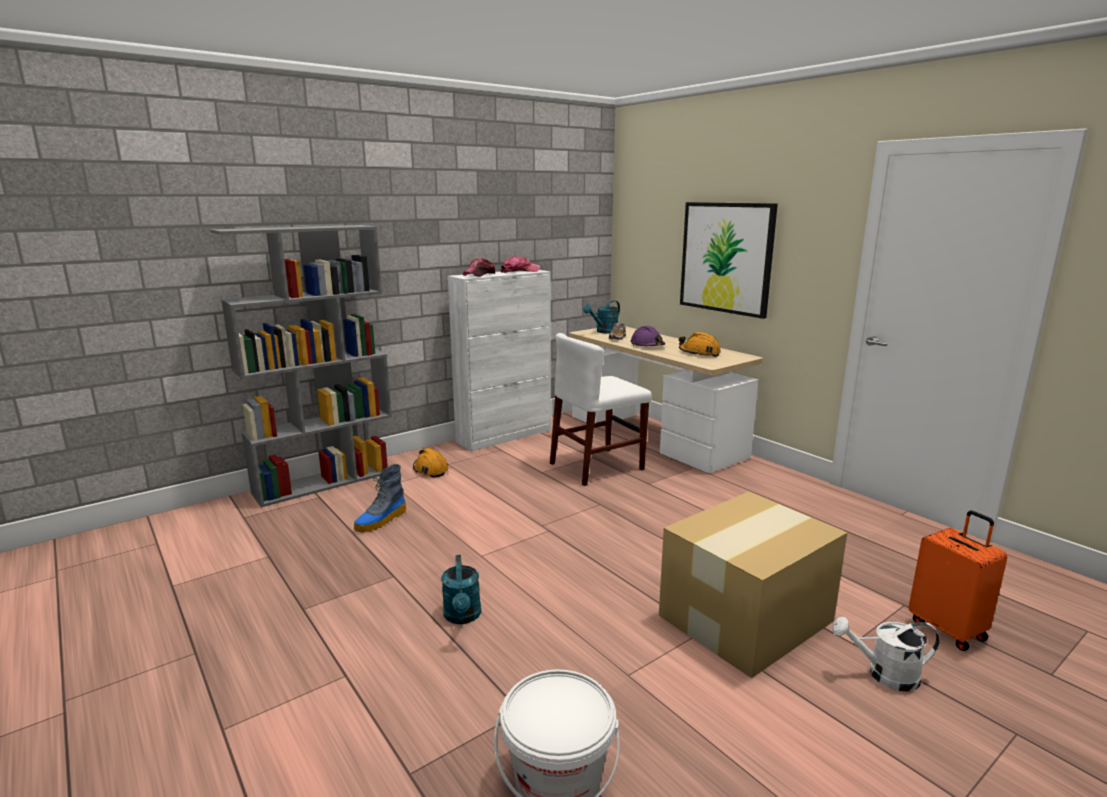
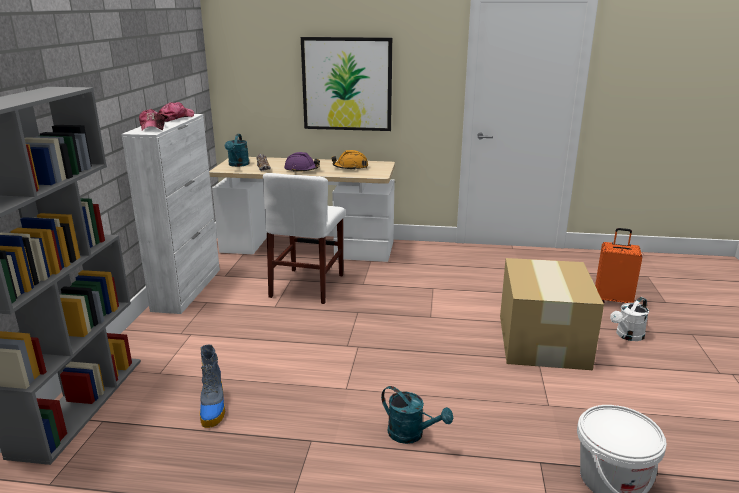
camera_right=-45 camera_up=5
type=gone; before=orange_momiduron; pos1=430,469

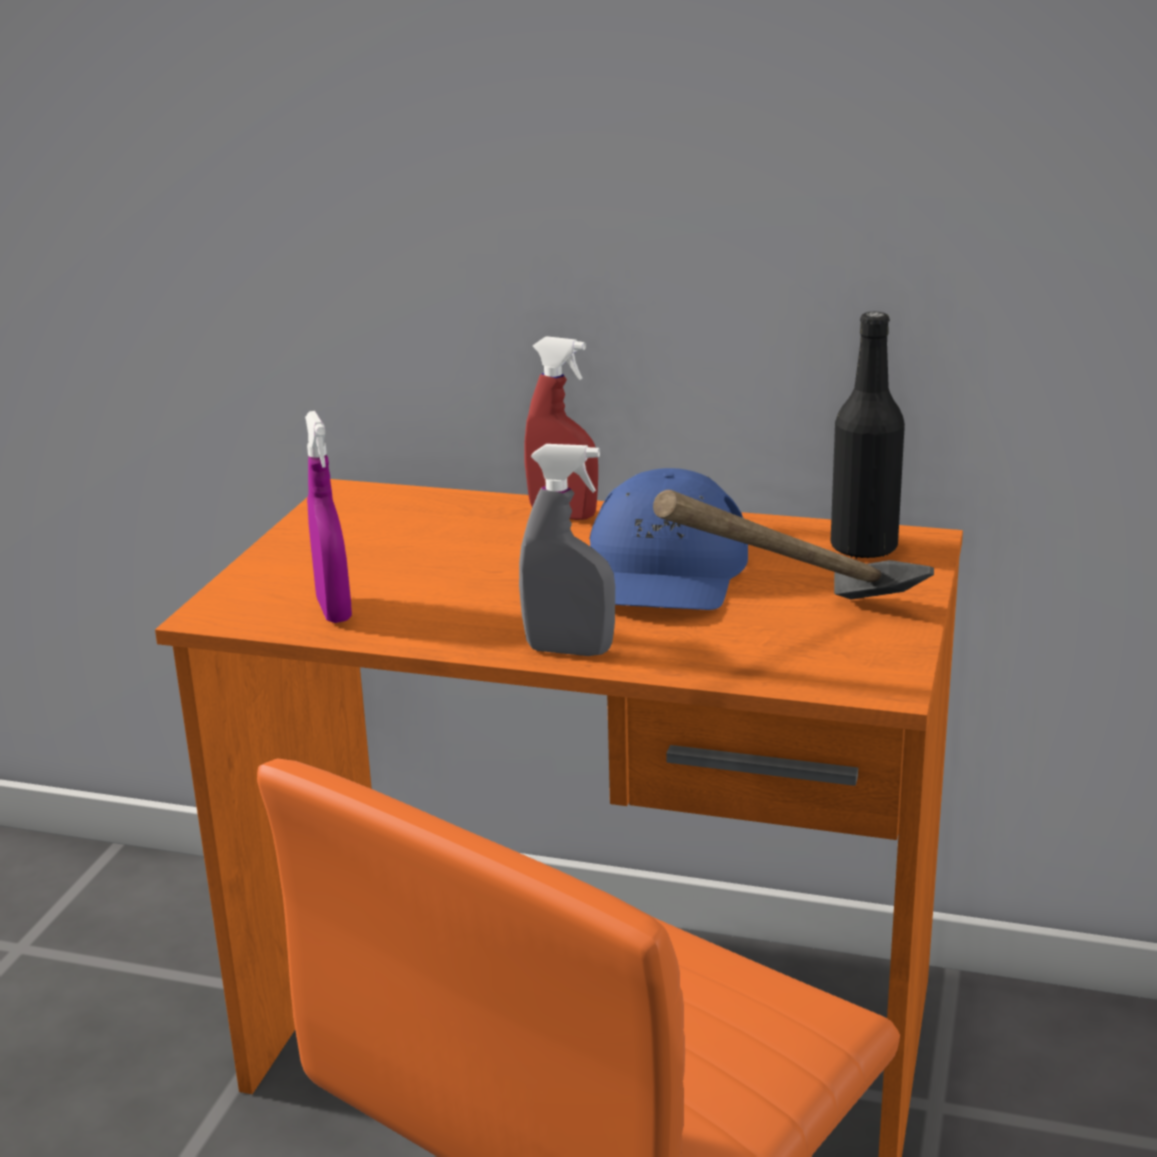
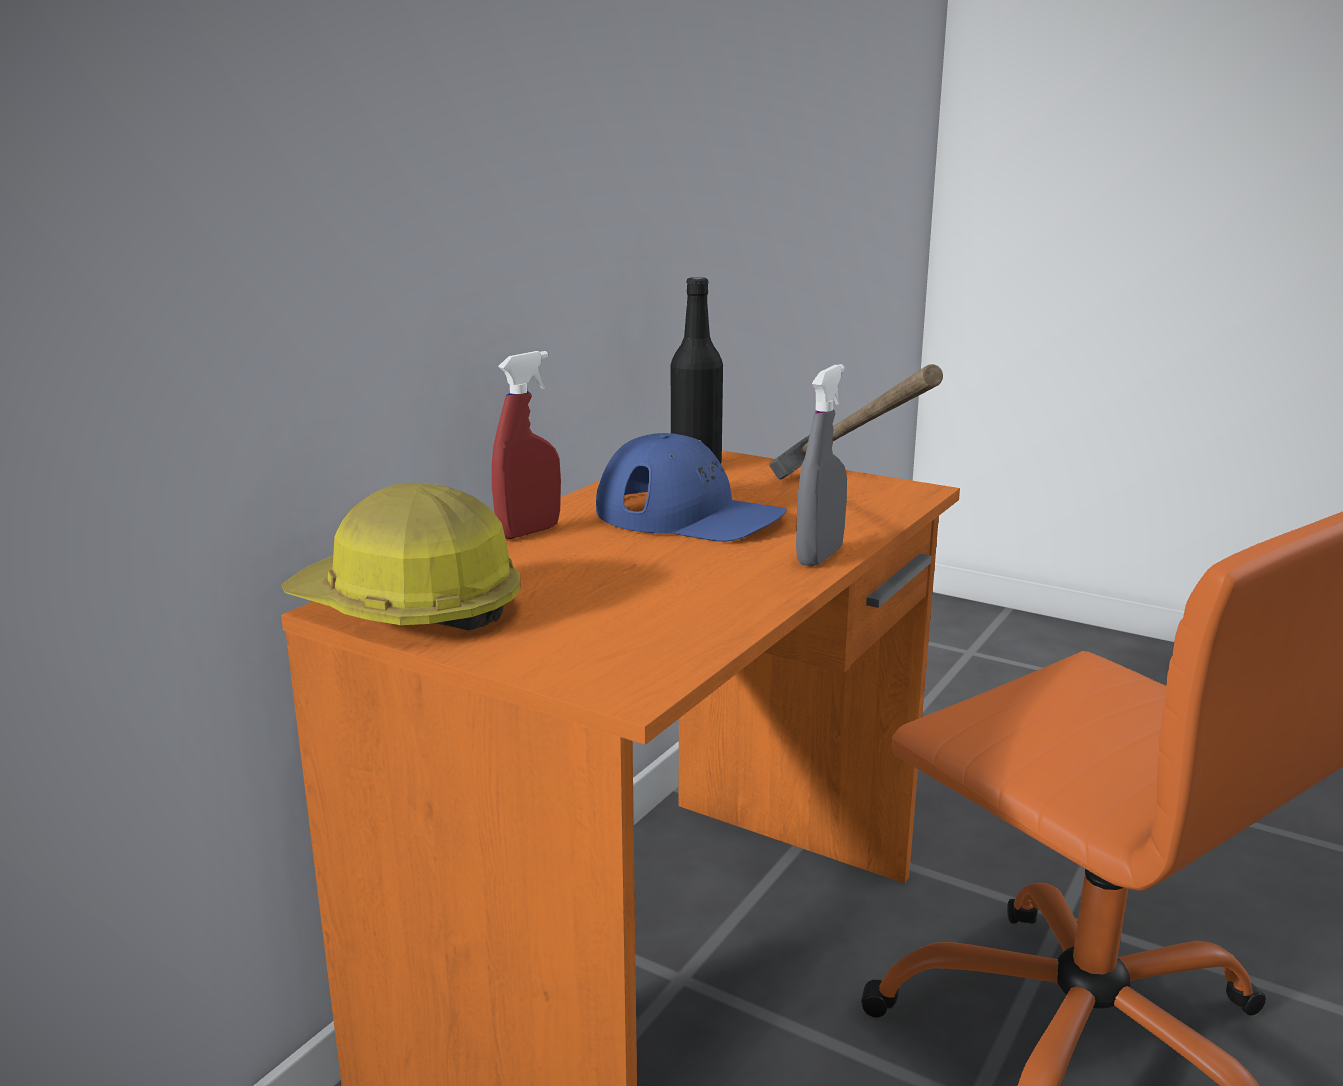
camera_right=-75 camera_up=-5
type=gone; before=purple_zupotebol; pos1=334,610
type=new; after=momiduron; pos2=408,608

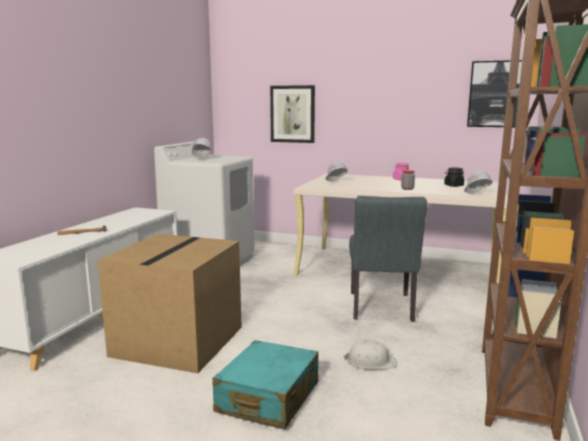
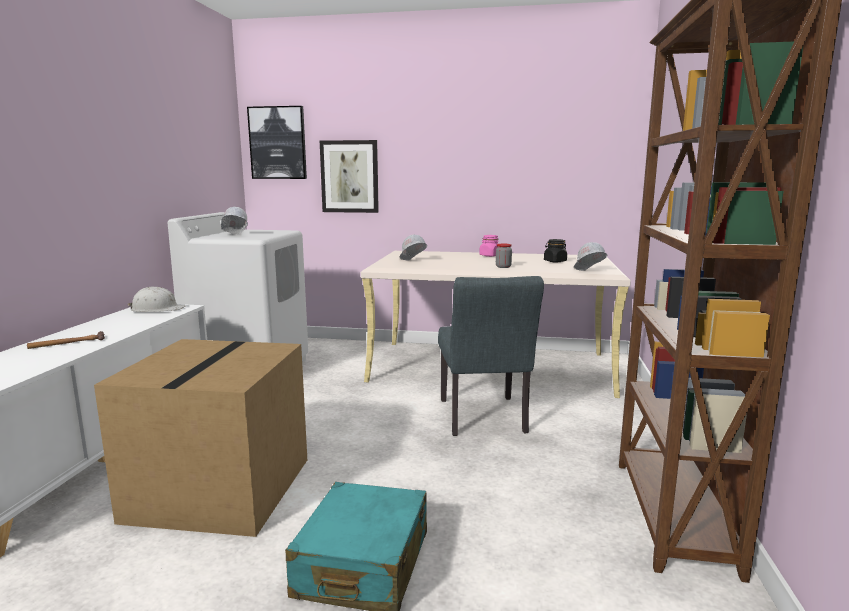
camera_right=-10 camera_up=0
type=shifted; before=white_momiduron; pos1=370,362; pos2=157,309
type=shifted; before=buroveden; pos1=497,94; pos2=278,143

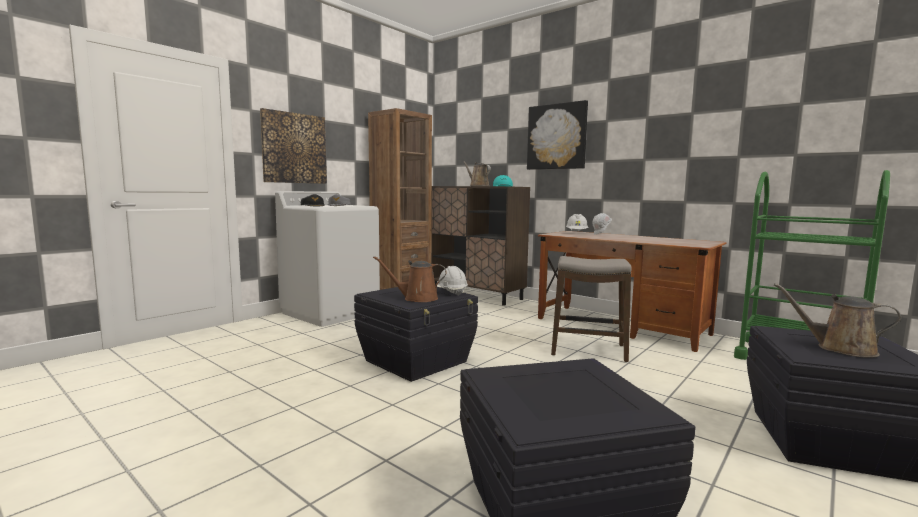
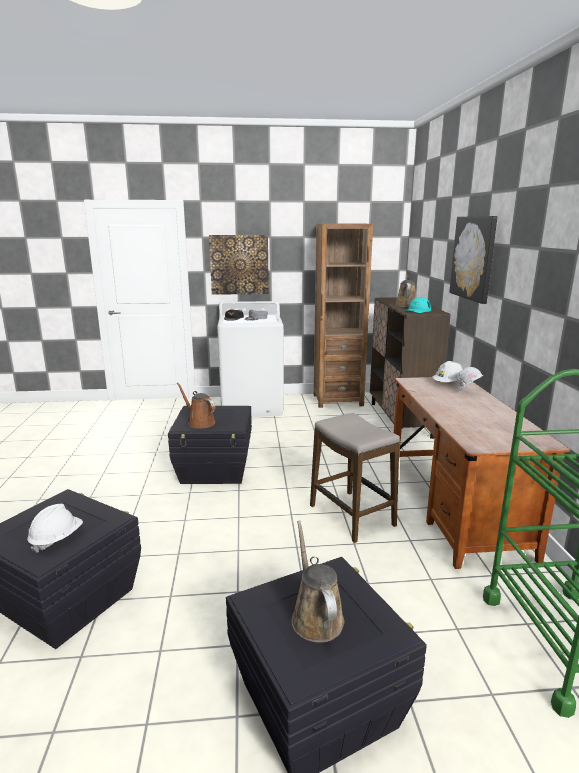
camera_right=45 camera_up=10
type=shifted; before=white_momiduron; pos1=451,292; pos2=56,539

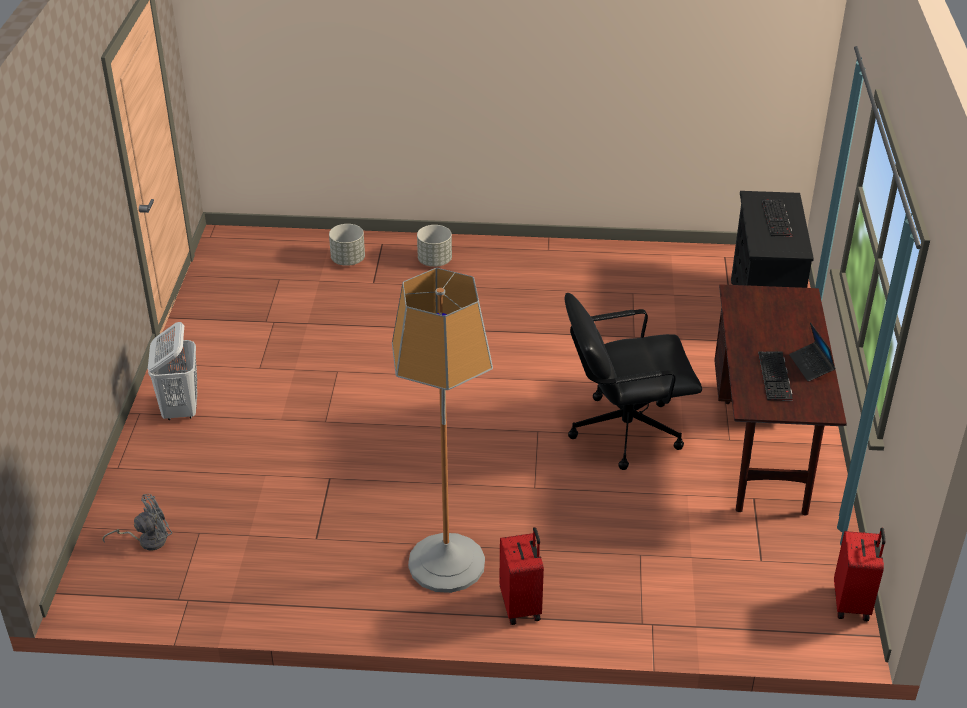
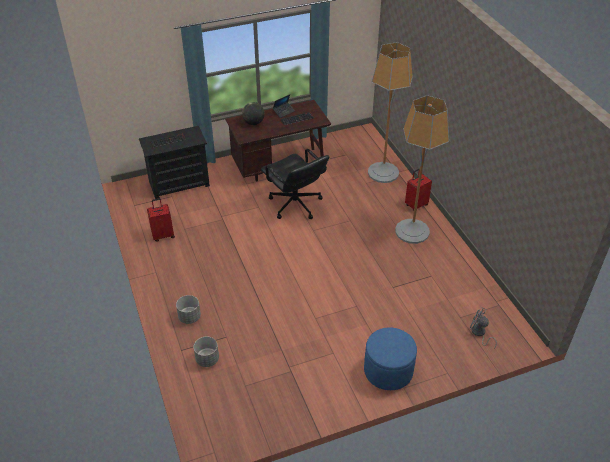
camera_right=-115 camera_up=5
type=swapped; before=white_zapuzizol; after=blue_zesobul; pos1=180,409; pos2=388,371
type=shifted; before=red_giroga; pos1=852,603; pos2=163,235
type=new; after=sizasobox; pos2=253,123
type=new; after=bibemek; pos2=383,173

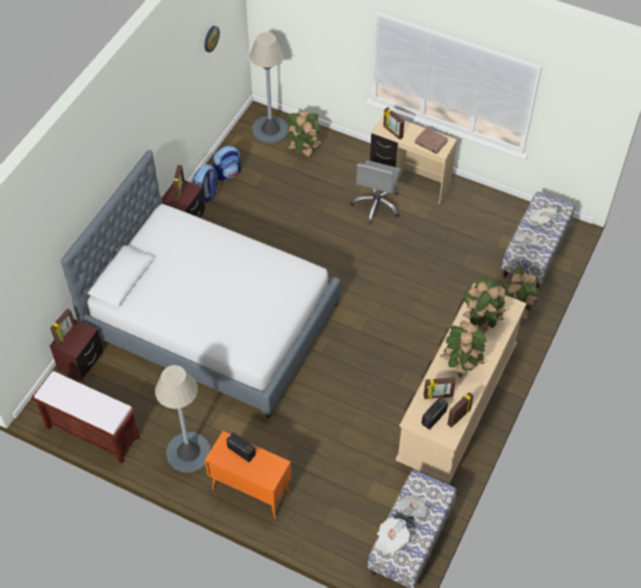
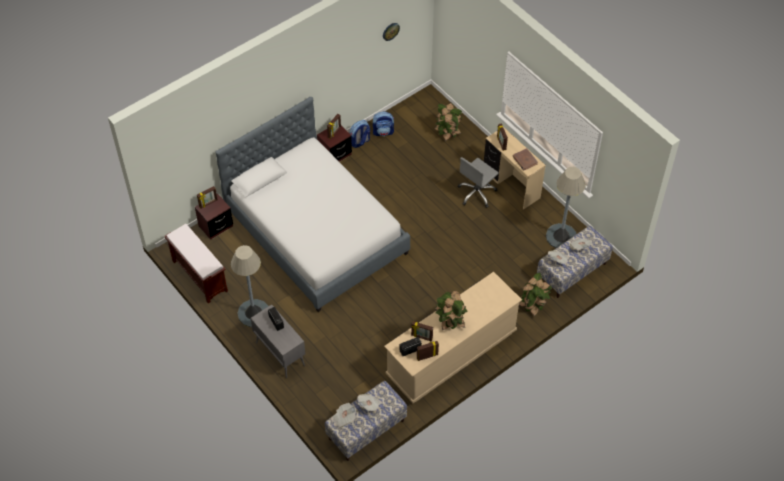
camera_right=25 camera_up=0
type=repainted; before=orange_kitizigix; after=grey_kitizigix; pos1=250,490; pos2=280,354
type=shifted; before=grey_bibemek; pos1=270,130; pos2=561,236
type=gone; before=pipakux; pos1=480,321

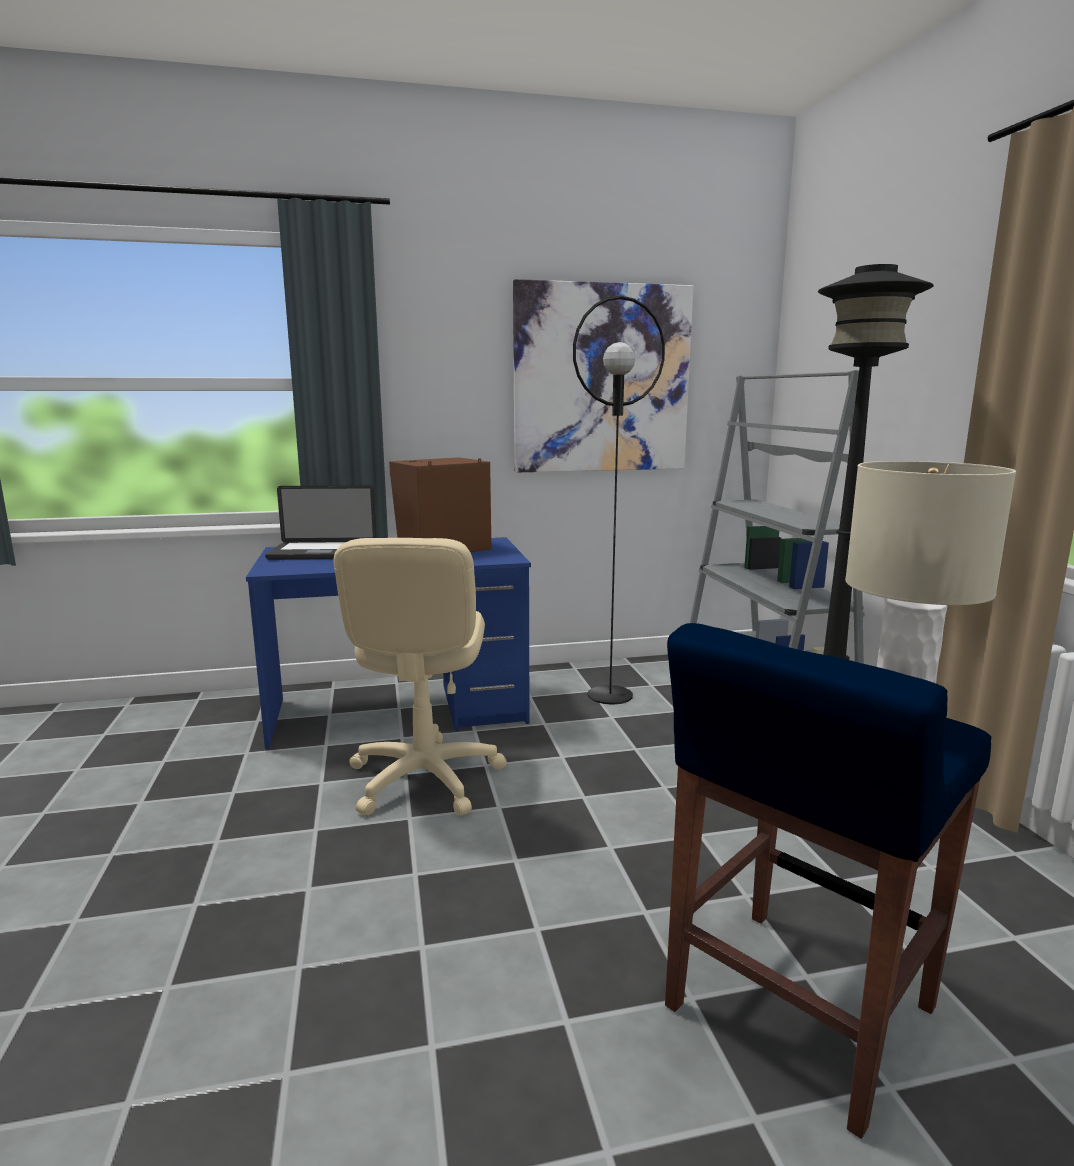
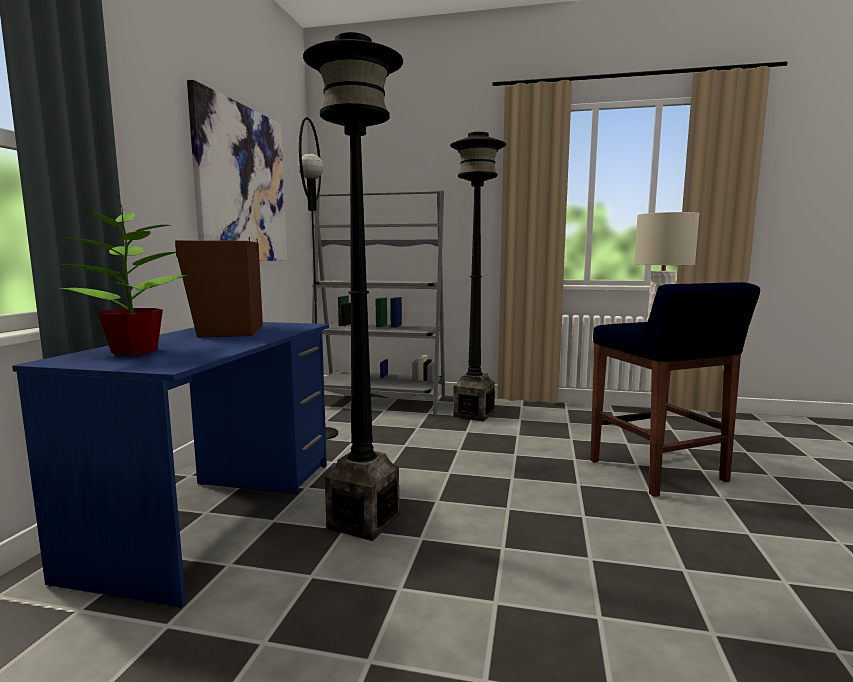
camera_right=-65 camera_up=-5
type=swapped; before=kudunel; after=pipakux; pos1=323,553; pos2=133,351
type=swapped; before=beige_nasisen; after=black_bibemek; pos1=424,778; pos2=364,522

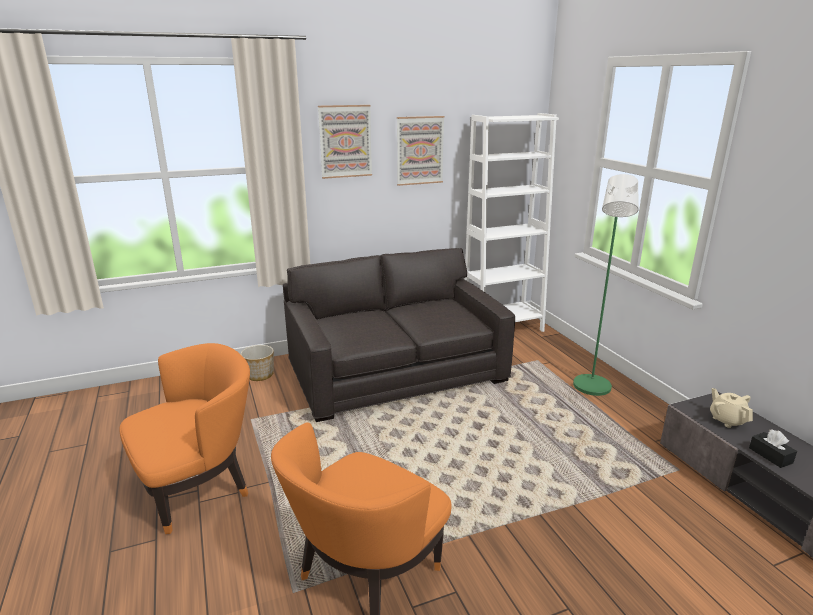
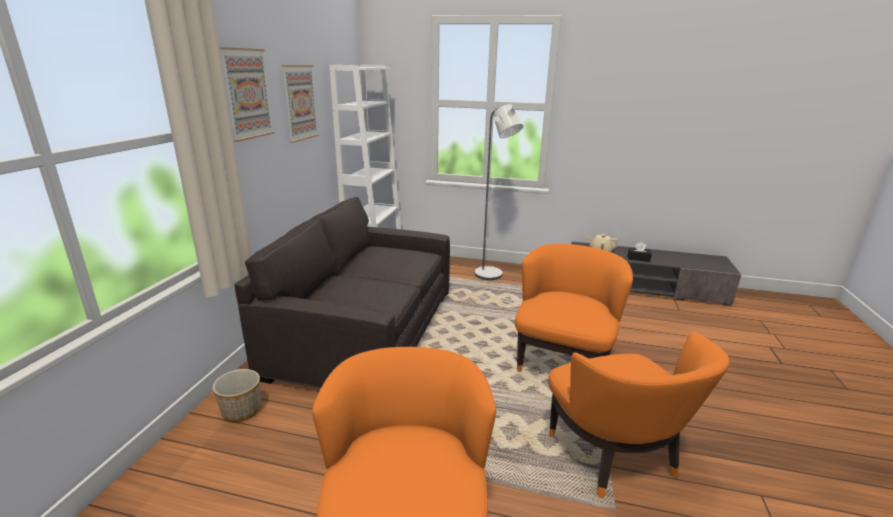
camera_right=-55 camera_up=0
type=repainted; before=green_bibemek; after=grey_bibemek; pos1=592,389; pos2=492,276
type=new; after=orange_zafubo; pos2=563,361

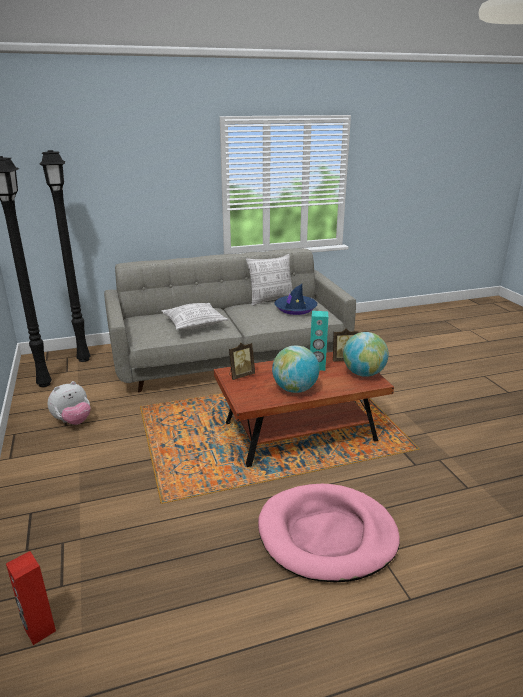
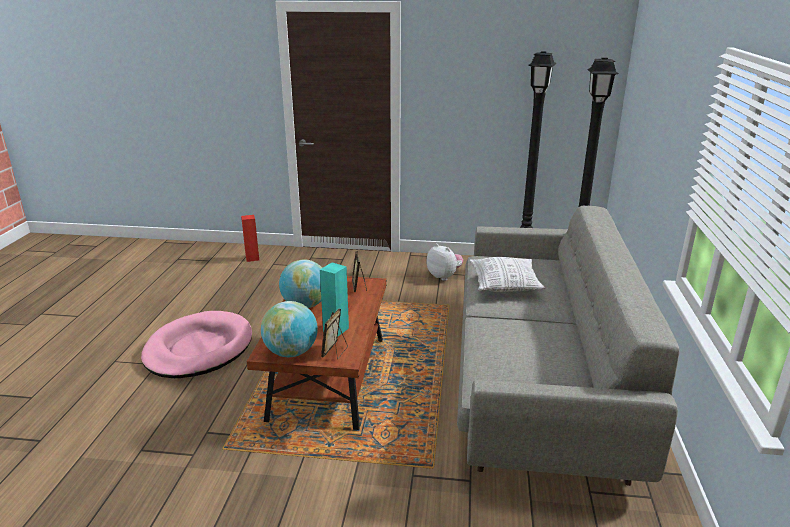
camera_right=115 camera_up=0
type=rotated; before=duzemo; pos1=73,421; pos2=444,276; turn=150
type=gone; before=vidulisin; pos1=271,300
type=gone; before=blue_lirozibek; pos1=295,309

